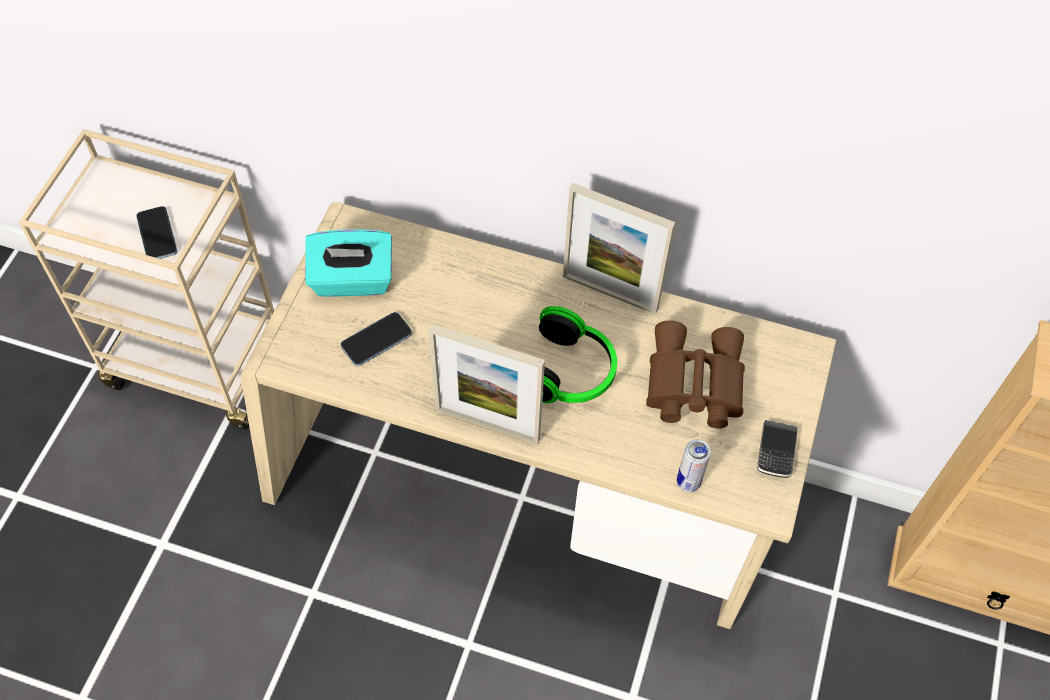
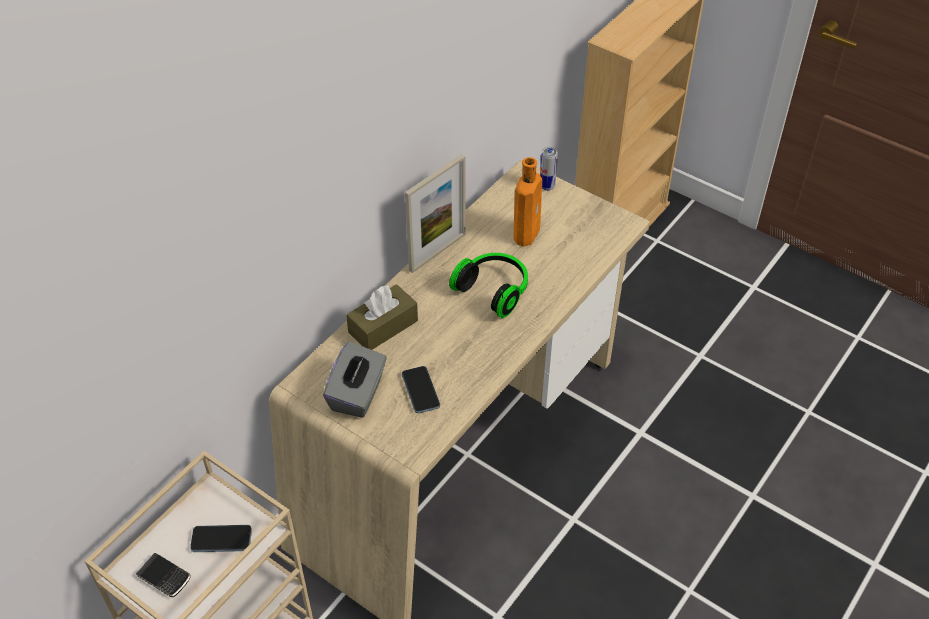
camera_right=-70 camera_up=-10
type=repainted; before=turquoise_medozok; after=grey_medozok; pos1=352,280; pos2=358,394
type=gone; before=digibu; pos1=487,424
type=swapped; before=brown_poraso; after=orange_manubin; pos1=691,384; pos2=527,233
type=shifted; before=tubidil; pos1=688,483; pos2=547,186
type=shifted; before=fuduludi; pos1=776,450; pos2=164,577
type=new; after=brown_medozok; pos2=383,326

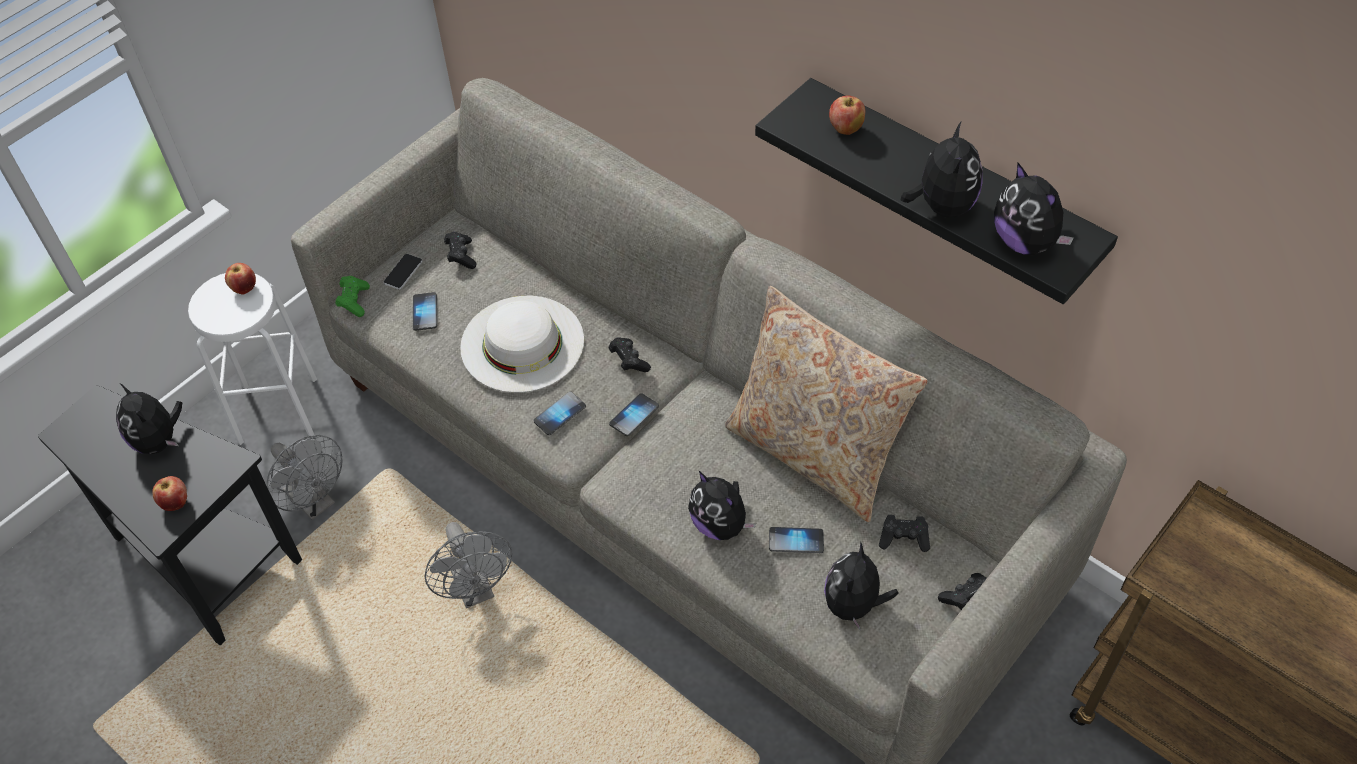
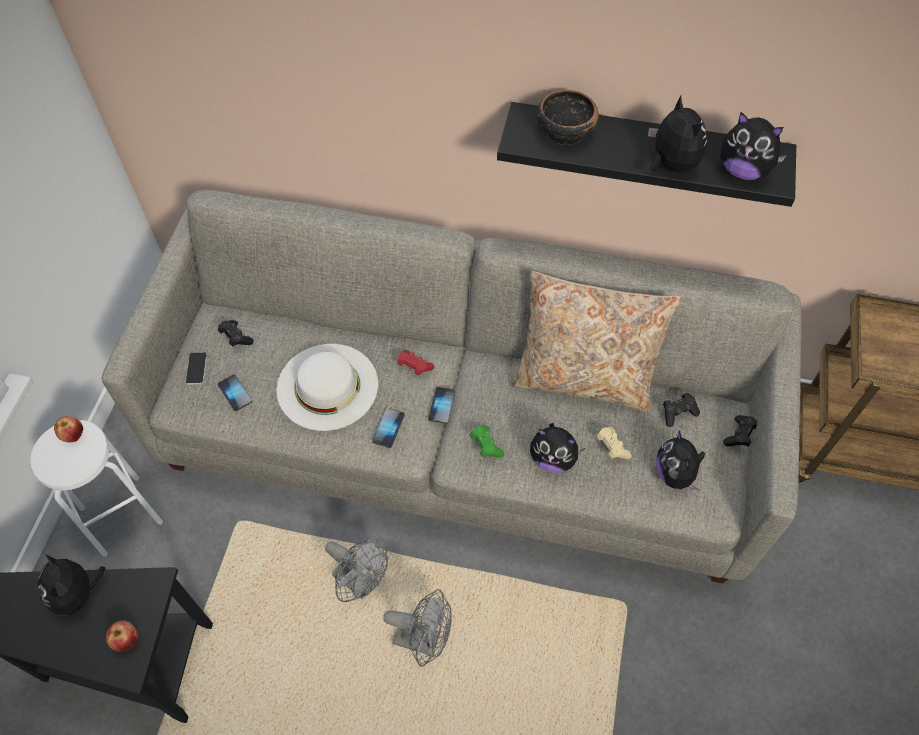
camera_right=-30 camera_up=5
type=rotated; before=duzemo; pos1=159,440; pos2=79,595; turn=45
type=shifted; before=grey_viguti; pos1=315,502; pos2=423,640
type=shifted; before=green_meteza; pos1=354,301; pos2=485,445
type=repainted; before=black_meteza; after=red_meteza; pos1=629,361; pos2=414,366
type=swapped; before=fuduludi; after=beige_meteza; pos1=796,541; pos2=611,447
type=swapped; before=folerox; after=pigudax; pos1=845,129; pos2=564,132

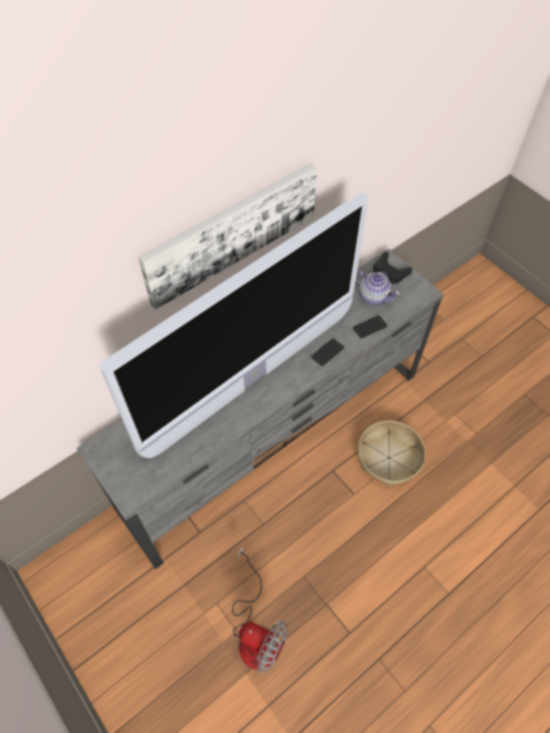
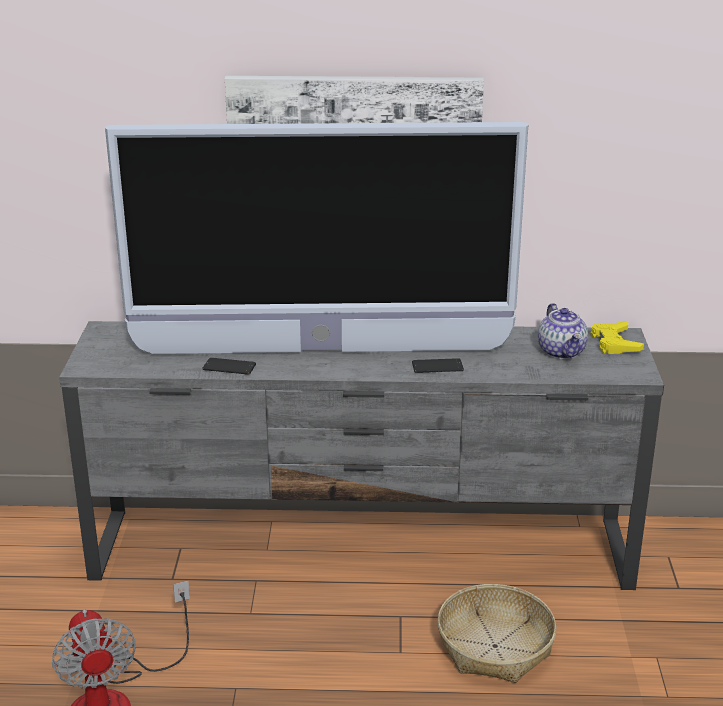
camera_right=40 camera_up=-30
type=shifted; before=fuduludi; pos1=370,327; pos2=229,367
type=repainted; before=black_meteza; after=yellow_meteza; pos1=390,271; pos2=614,343

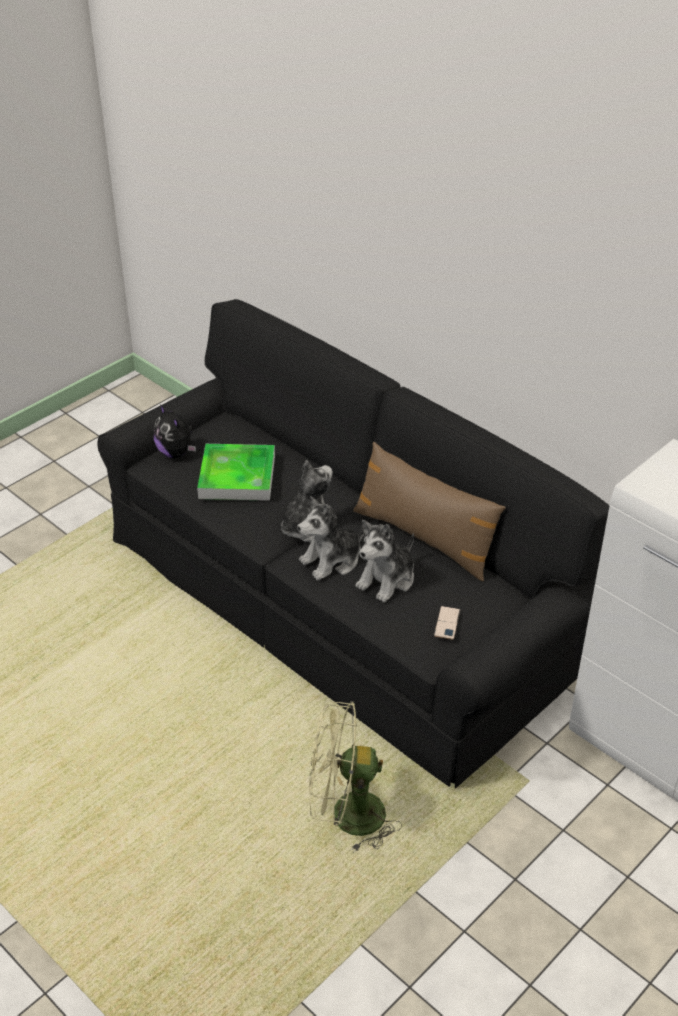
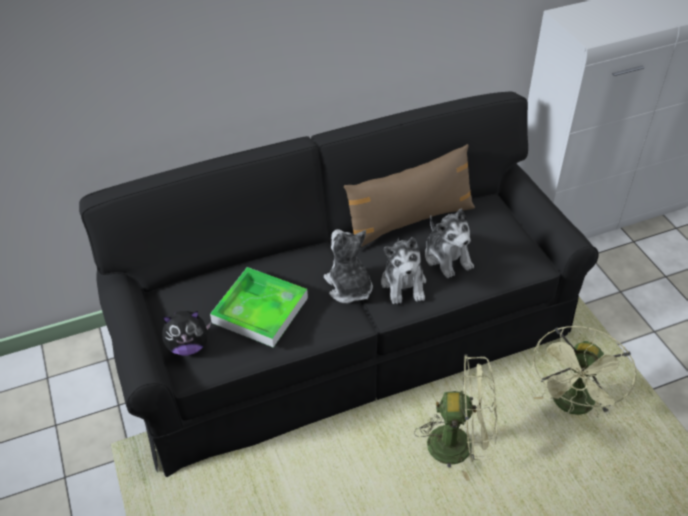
camera_right=-65 camera_up=5
type=gone; before=fuduludi; pos1=447,623
type=new; after=green_viguti; pos2=460,444

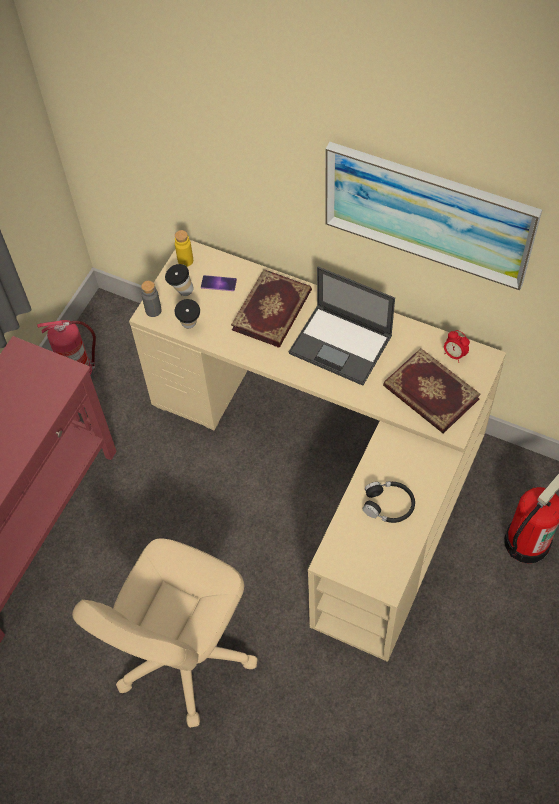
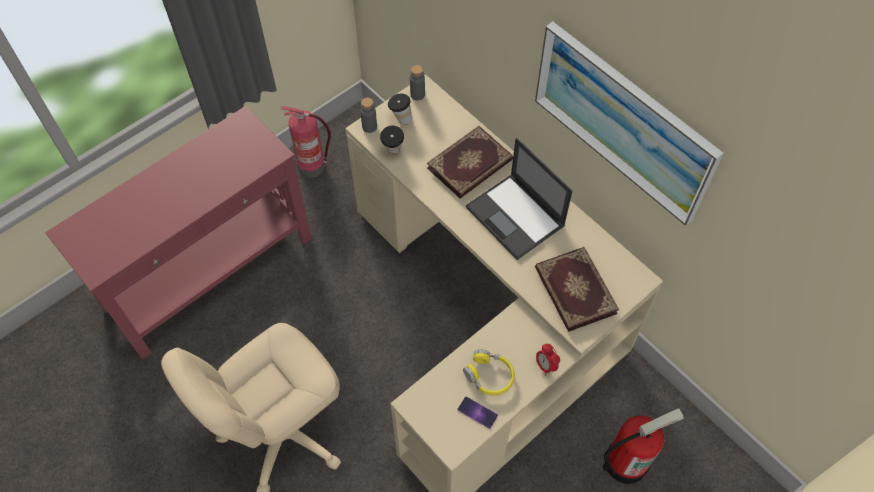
camera_right=20 camera_up=0
type=repainted; before=yellow_manubin; after=grey_manubin; pos1=185,260; pos2=417,94
type=shifted; before=fuduludi; pos1=218,283; pos2=477,412
type=repainted; before=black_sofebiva; after=yellow_sofebiva; pos1=388,505; pos2=489,376
type=shifted; before=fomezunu; pos1=454,355; pos2=545,365

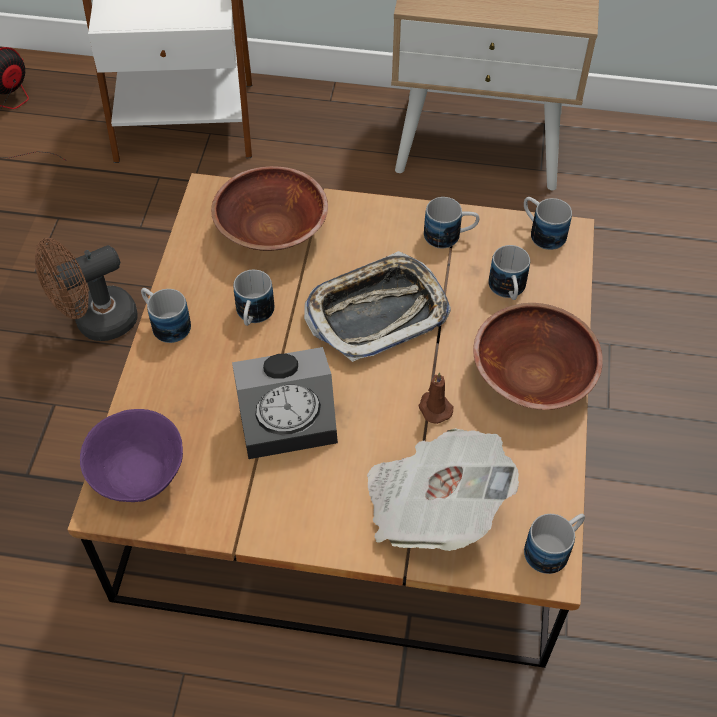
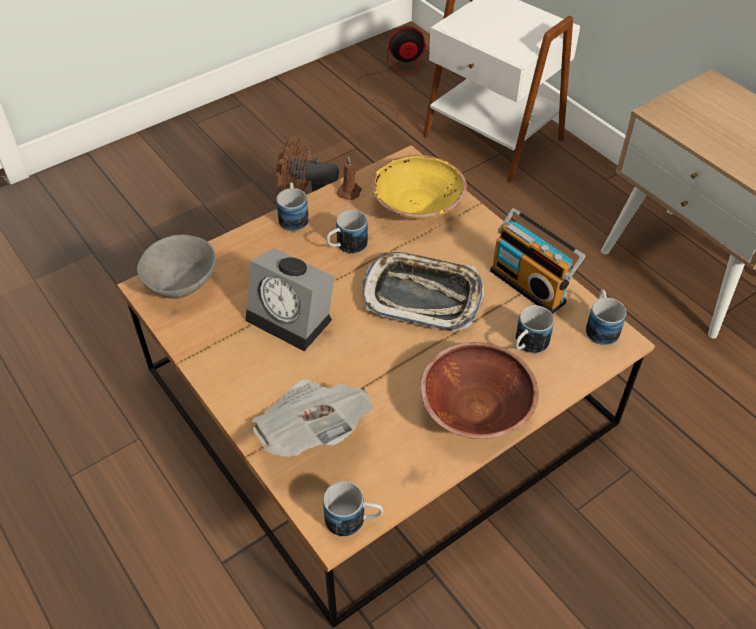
camera_right=45 camera_up=-5
type=repainted; before=purple_pigudax; after=grey_pigudax; pos1=137,474; pos2=181,283
type=repainted; before=brown_pigudax; after=yellow_pigudax; pos1=272,231; pos2=417,207
type=shifted; before=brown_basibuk; pos1=434,408; pos2=350,191
type=swapped; before=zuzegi; after=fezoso; pos1=450,236; pos2=530,285

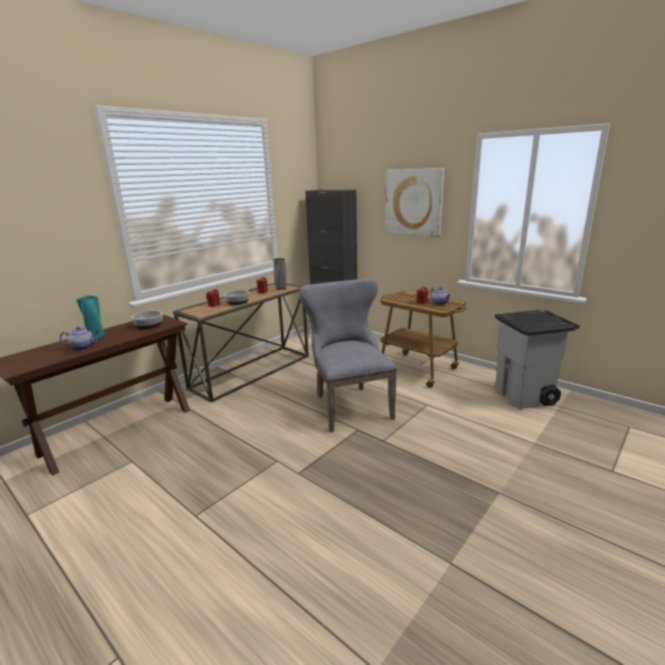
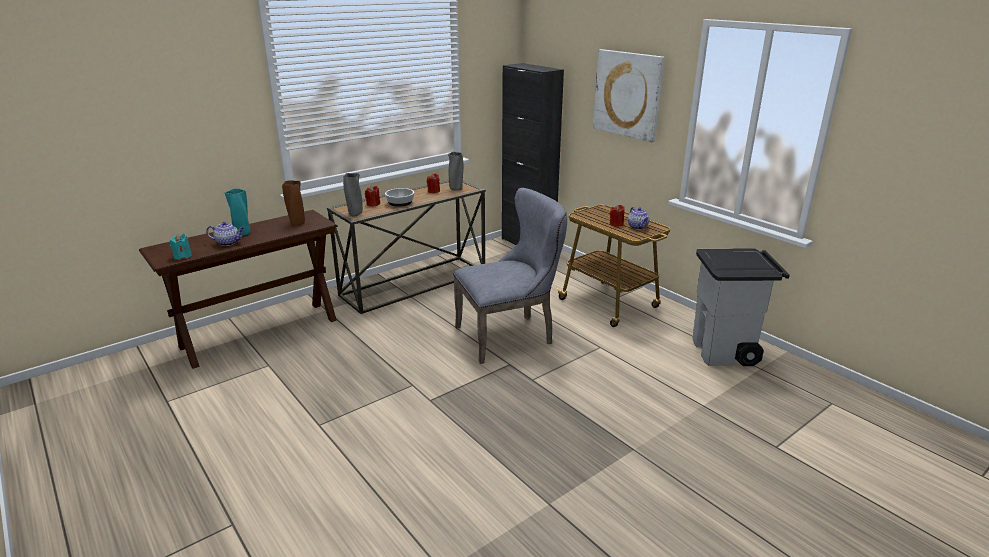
camera_right=10 camera_up=5
type=swapped; before=pigudax; after=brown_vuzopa; pos1=148,325; pos2=297,223
type=rotated; before=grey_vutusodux; pos1=348,404; pos2=510,335; turn=75
type=new; after=turquoise_basibuk; pos2=182,256
type=new; after=grey_vuzopa; pos2=355,214

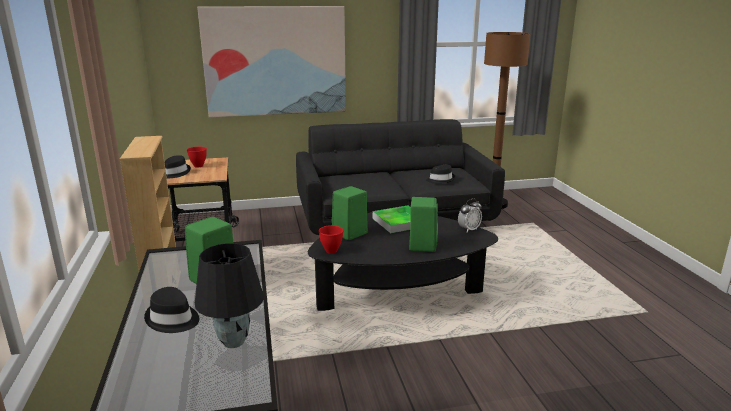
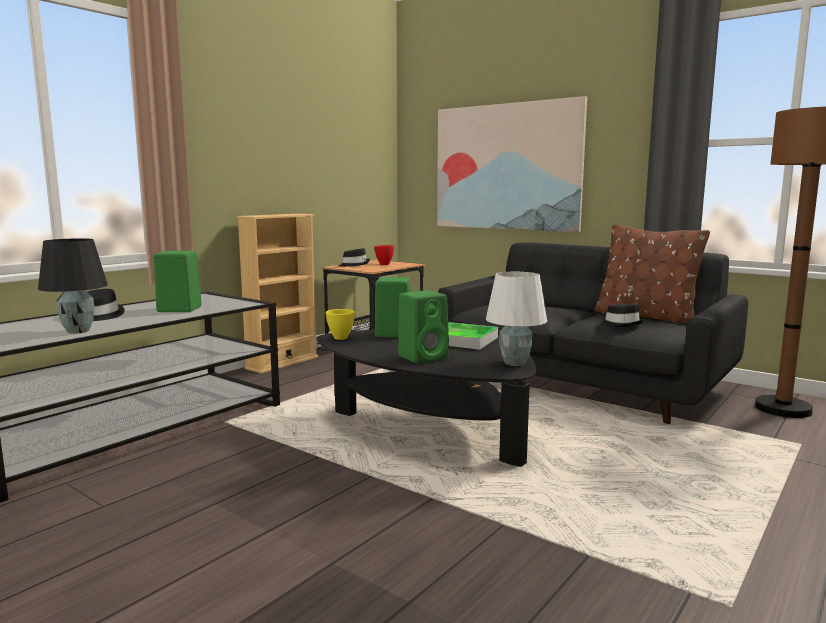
camera_right=50 camera_up=-10
type=repainted; before=red_pigudax; after=yellow_pigudax; pos1=330,251; pos2=340,338
type=swapped; before=fomezunu; after=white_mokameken; pos1=469,229; pos2=515,363
type=new; after=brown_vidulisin; pos2=645,316

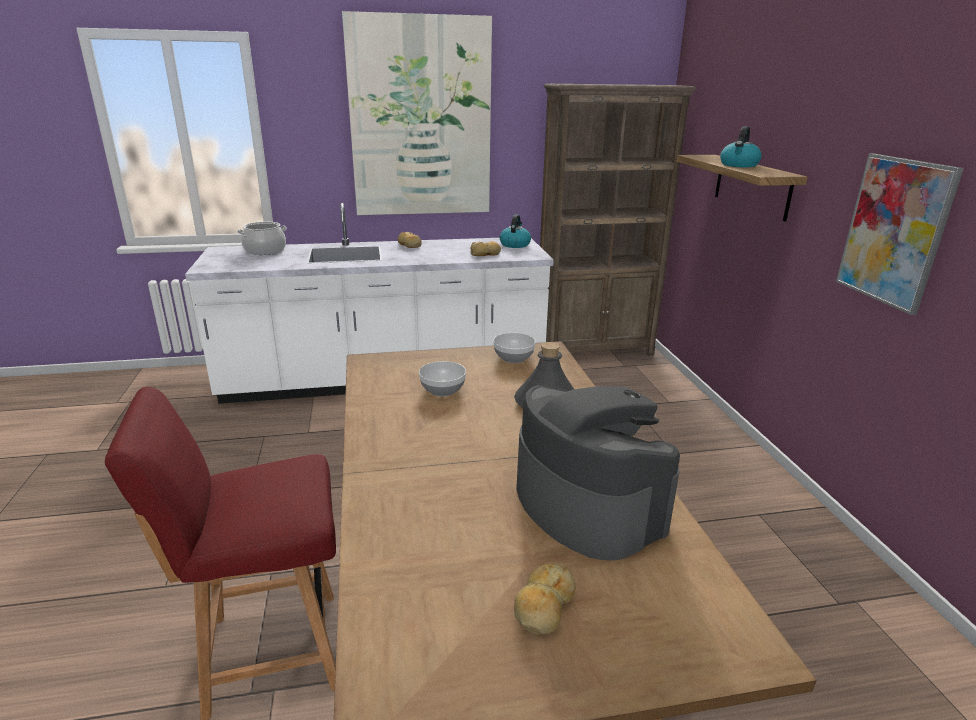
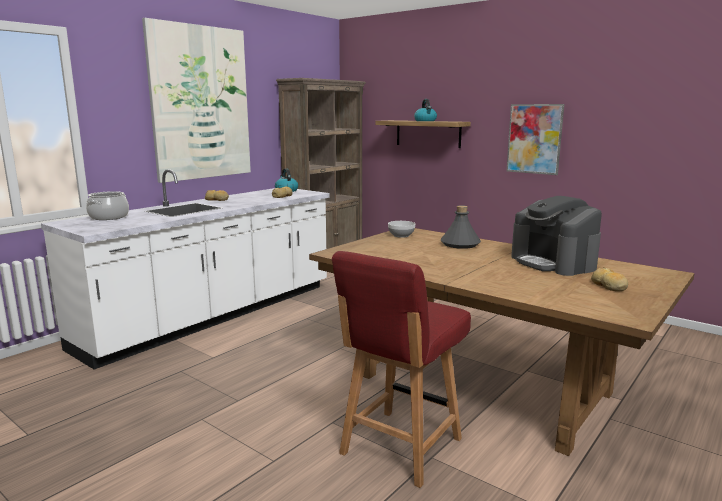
camera_right=-40 camera_up=-10
type=gone; before=pigudax; pos1=442,390
type=rotated; before=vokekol; pos1=587,504; pos2=553,263; turn=-135

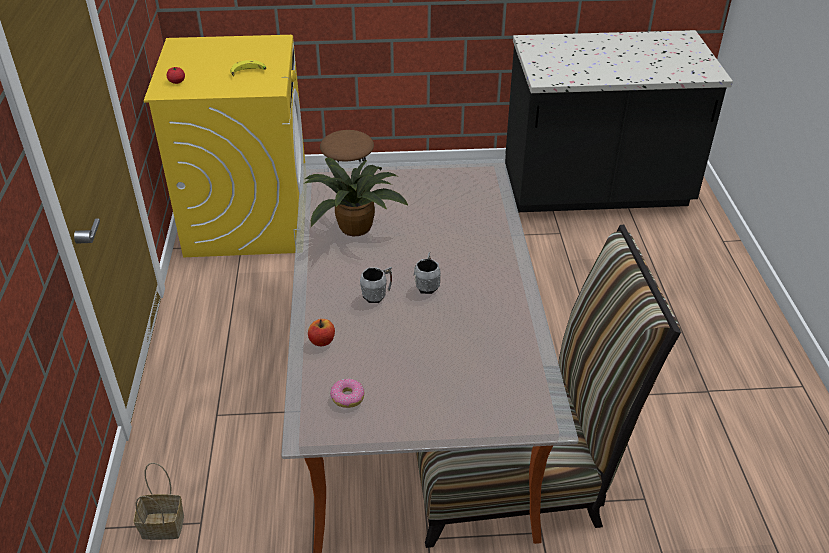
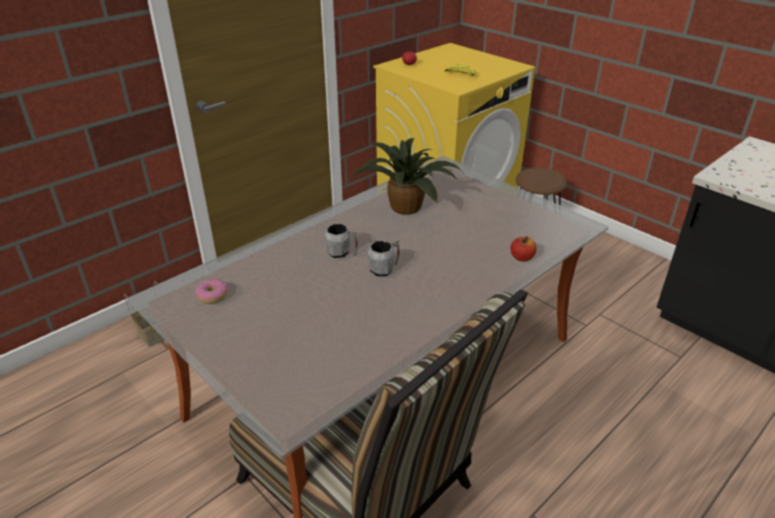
camera_right=50 camera_up=-5
type=shifted; before=folerox; pos1=322,341; pos2=522,257

